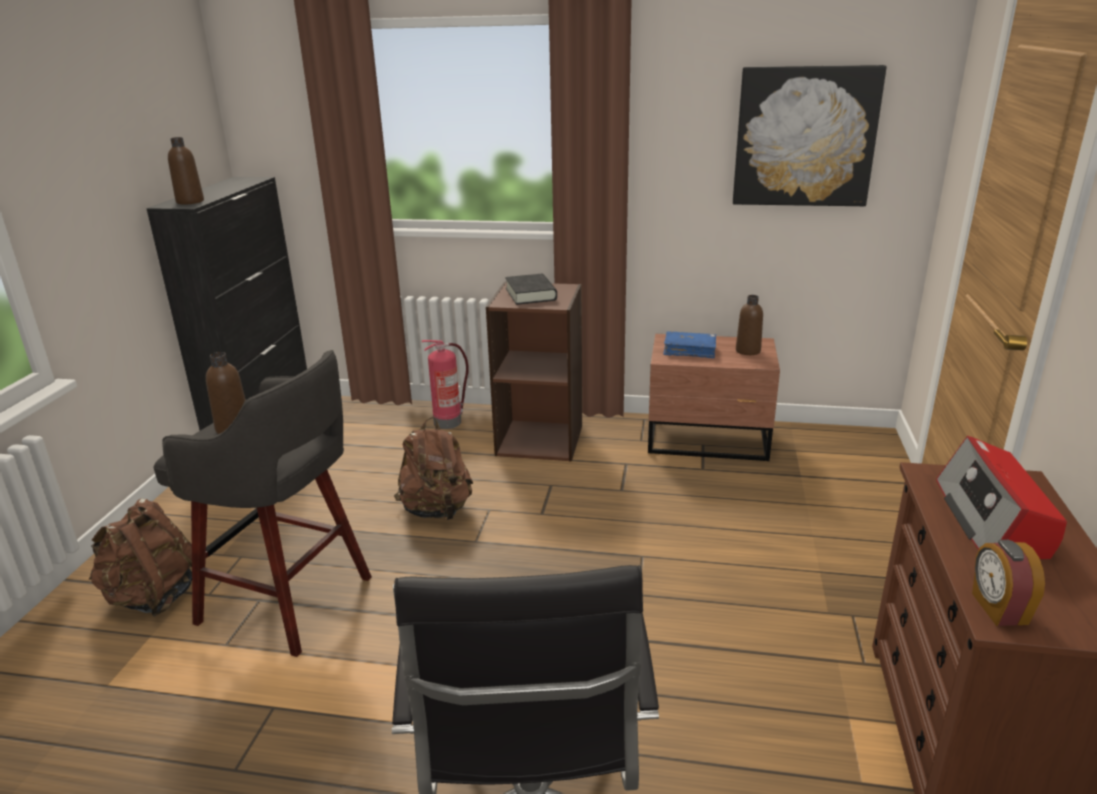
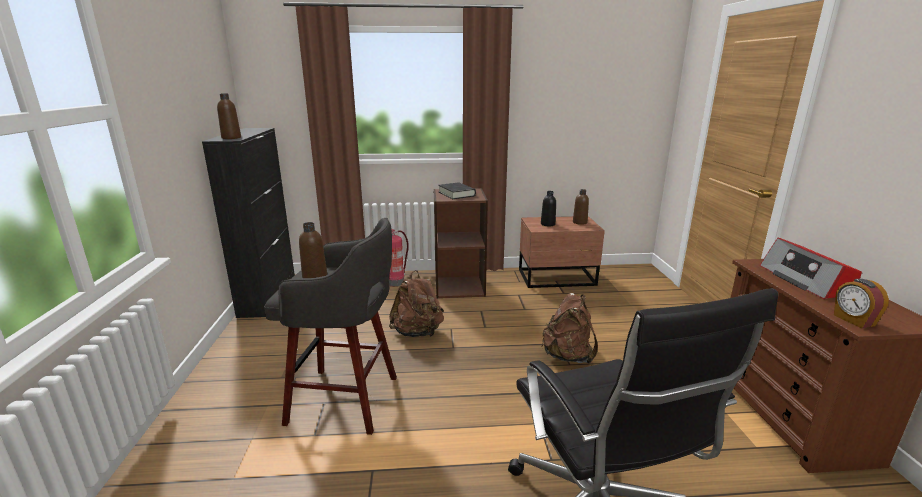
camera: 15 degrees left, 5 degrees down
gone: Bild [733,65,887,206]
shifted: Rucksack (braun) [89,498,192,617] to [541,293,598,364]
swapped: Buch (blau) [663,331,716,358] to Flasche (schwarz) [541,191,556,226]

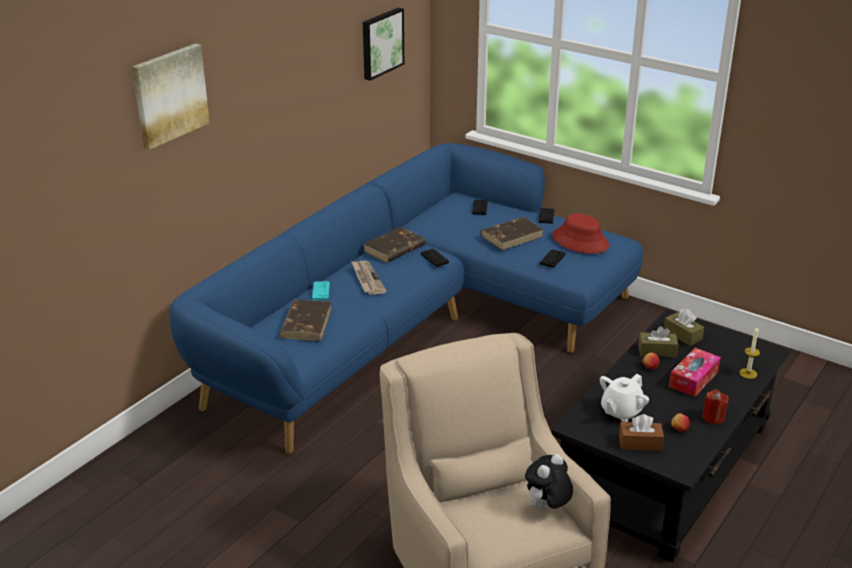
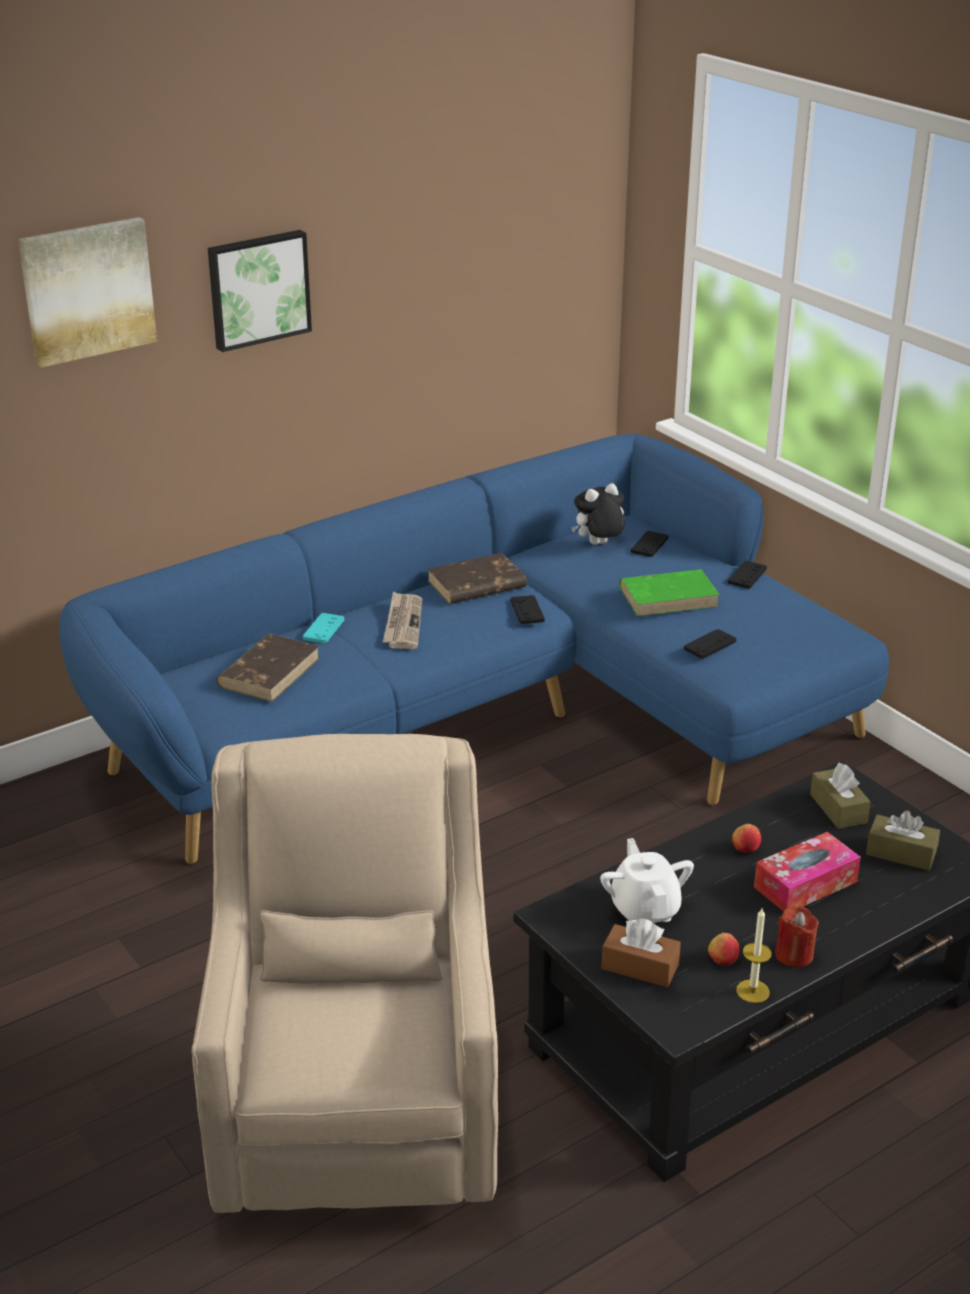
camera: 20 degrees right, 0 degrees up
gone: Hut (rot) [553,214,609,254]
shifted: Bild [363,8,404,81] to [208,230,312,352]; Plüschtier [525,454,573,509] to [571,483,625,545]; Taschentuchbox (braun) [638,326,678,357] to [866,810,940,871]; Kerze [739,327,760,379] to [736,908,772,1003]
repainted: Buch (braun) [481,217,544,250] to Buch (grün) [619,569,720,616]
rotated: Teekanne (weiß) [600,374,649,422] = [600,838,694,923] 105 degrees clockwise

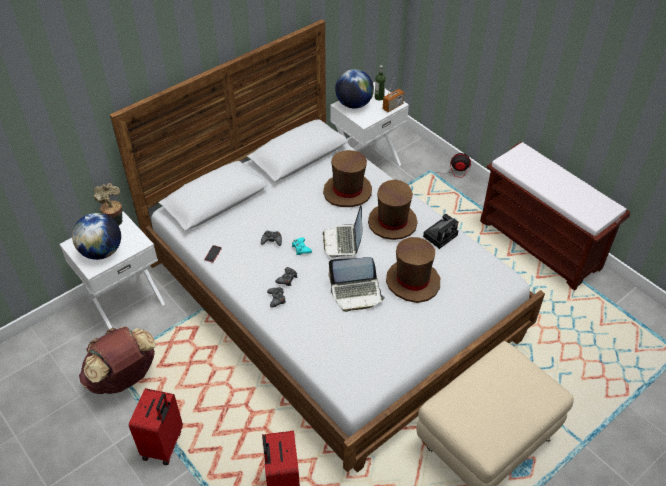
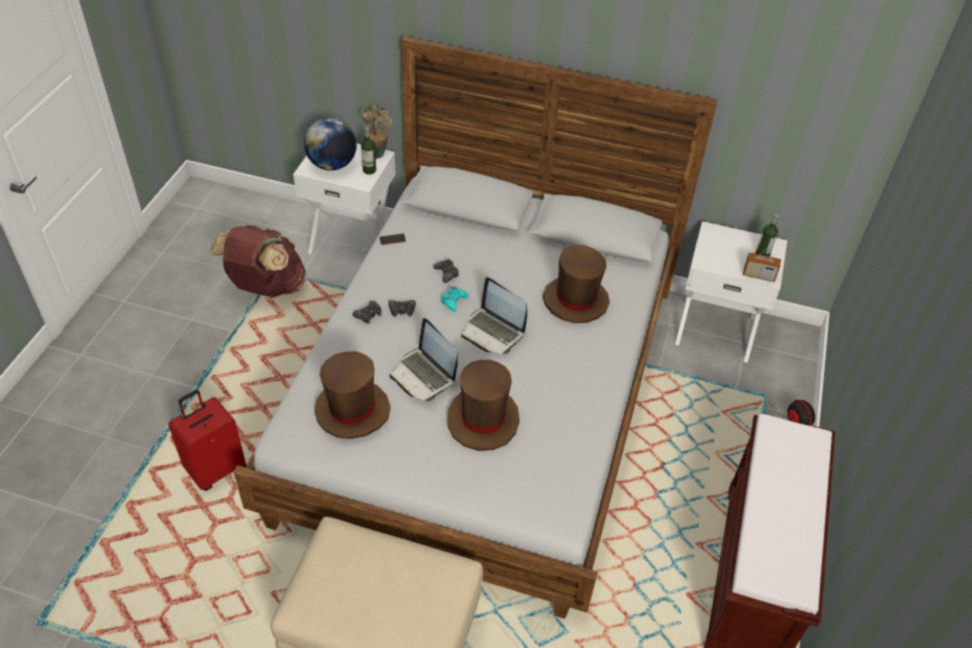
camera: 55 degrees right, 0 degrees up
gone: Koffer (rot) [129,388,183,465]; Globus [335,69,374,109]; Kamera [423,214,458,249]
new: Flasche [361,127,376,175]
shifted: Hut (braun) [368,179,418,240] to [314,351,391,439]
rotated: Laptop [323,205,363,258] = [461,277,527,354] 105 degrees counterclockwise

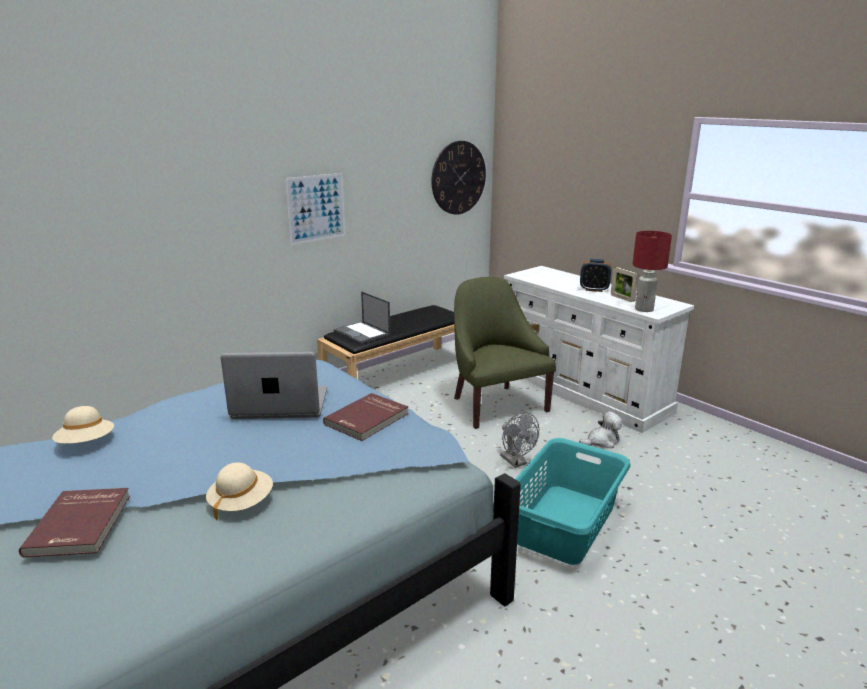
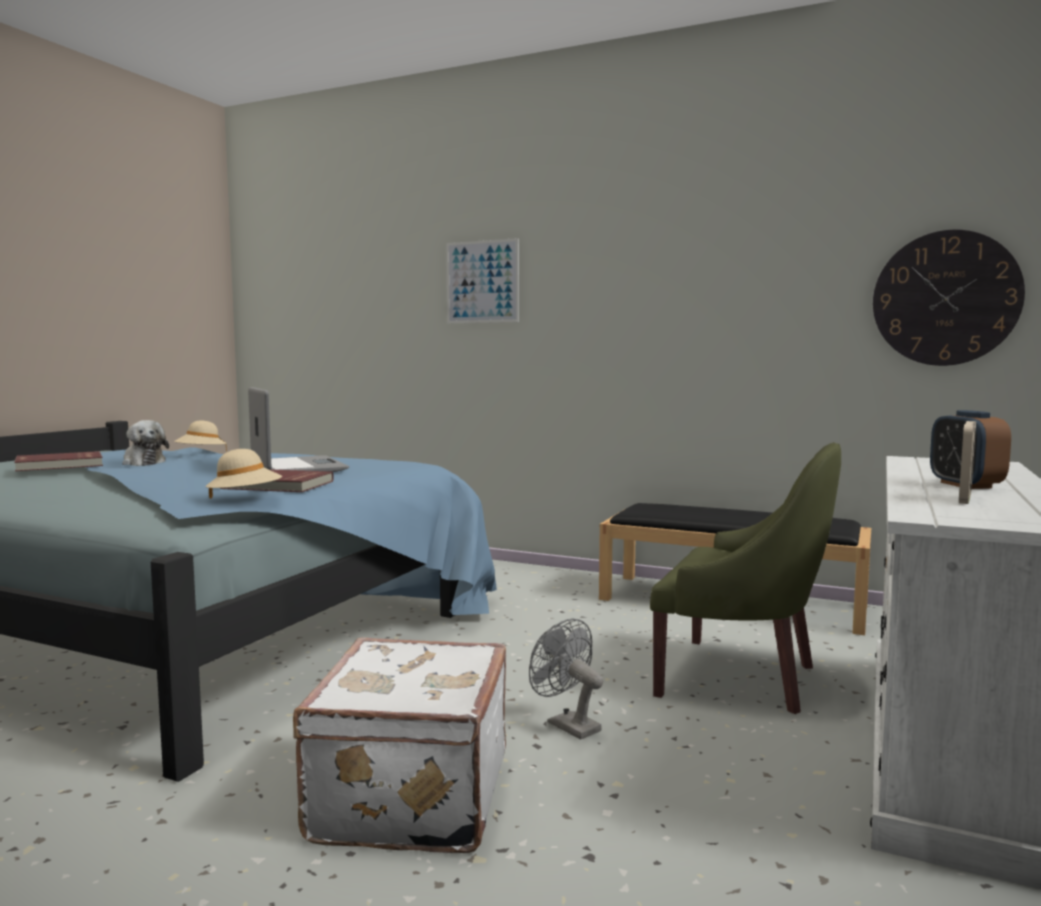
camera: 65 degrees right, 15 degrees down
gone: Laptop [334,291,391,344]; Tischlampe (rot) [632,231,672,312]
shifted: Hut (beige) [206,462,273,520] to [206,449,282,499]; Bild [285,173,346,245] to [446,238,519,324]; Plüschtier [579,411,622,448] to [122,420,169,466]
swapped: Wäschekorb (türkis) [516,438,630,565] to Koffer (weiß) [293,638,506,853]
rotated: Sessel (grün) [454,277,556,429] = [650,442,841,714] 75 degrees clockwise; Ventilator (grau) [500,412,539,468] = [529,618,603,740] 105 degrees clockwise

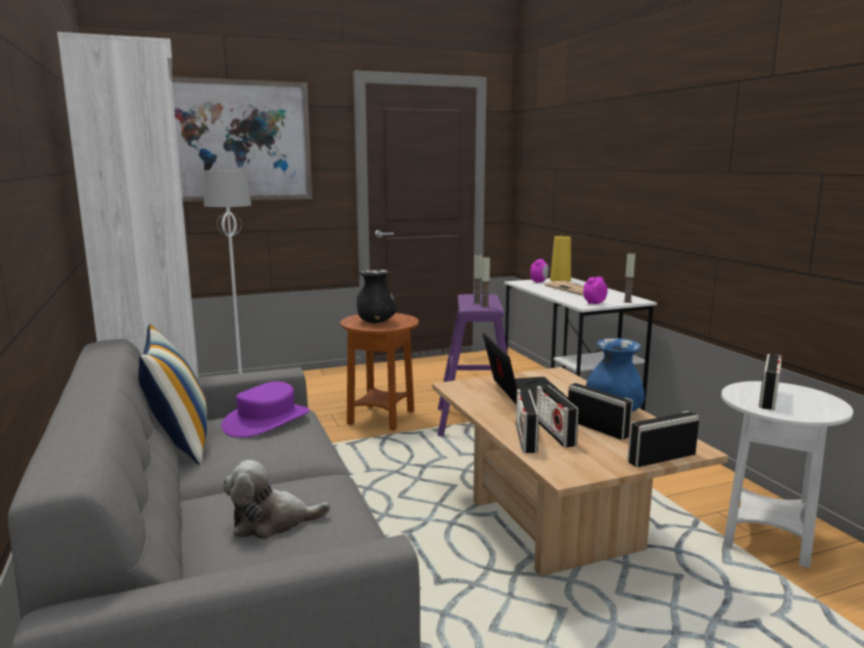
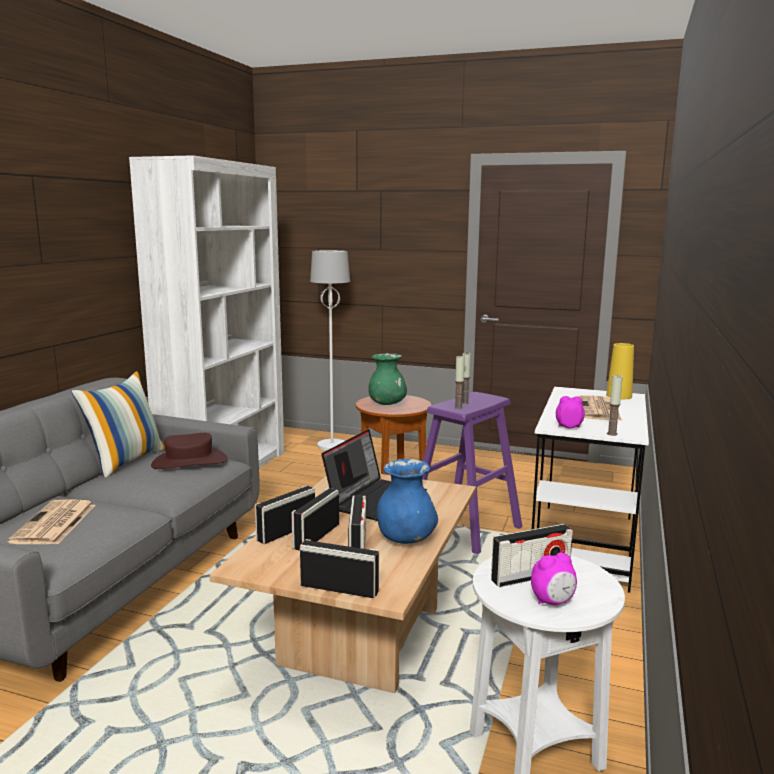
camera: 40 degrees right, 0 degrees up
gone: Bild [172,77,312,202]
shifted: Wecker [530,259,549,283] to [531,553,577,605]
swapped: Plüschtier [223,460,330,539] to Zeitung [7,499,95,544]
repainted: Hut (lila) [221,381,310,438] to Hut (braun) [151,433,228,469]; Vase (schwarz) [357,269,397,323] to Vase (grün) [368,353,407,405]

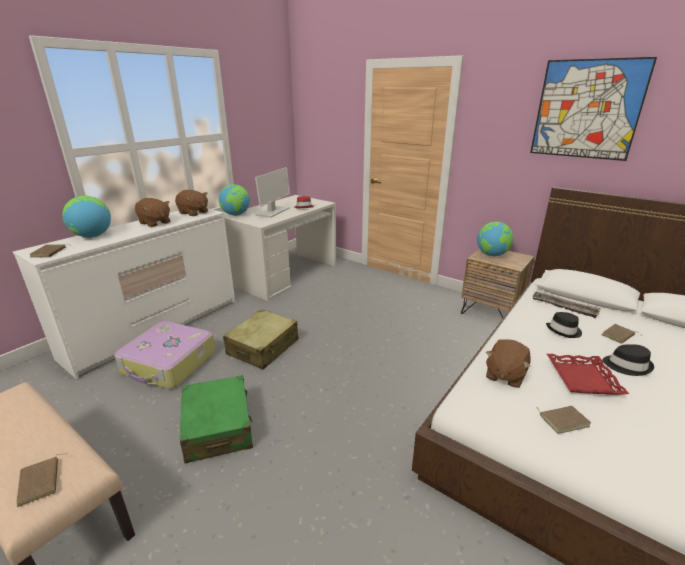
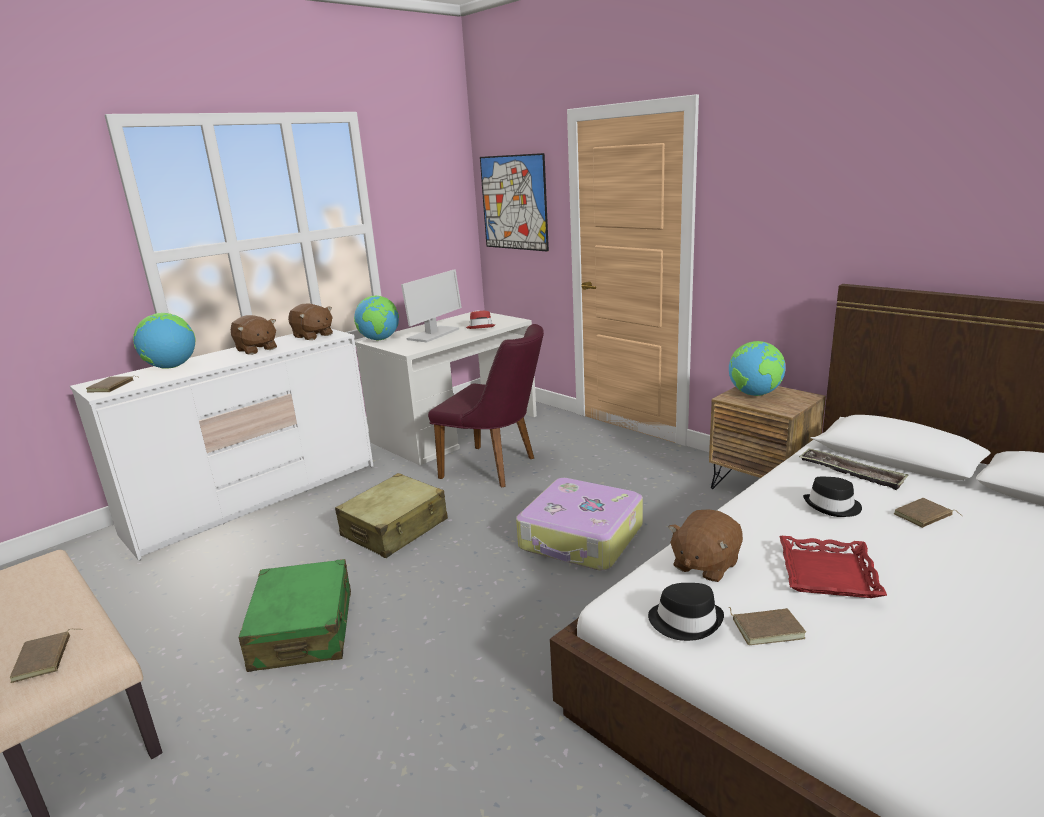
camera: 10 degrees right, 5 degrees down
new: Stuhl (lila) [428,324,544,488]
shifted: Koffer [114,321,215,389] to [516,478,643,571]; Bild [530,57,657,161] to [480,153,549,252]; Hut (schwarz) [603,344,654,376] to [648,583,724,641]

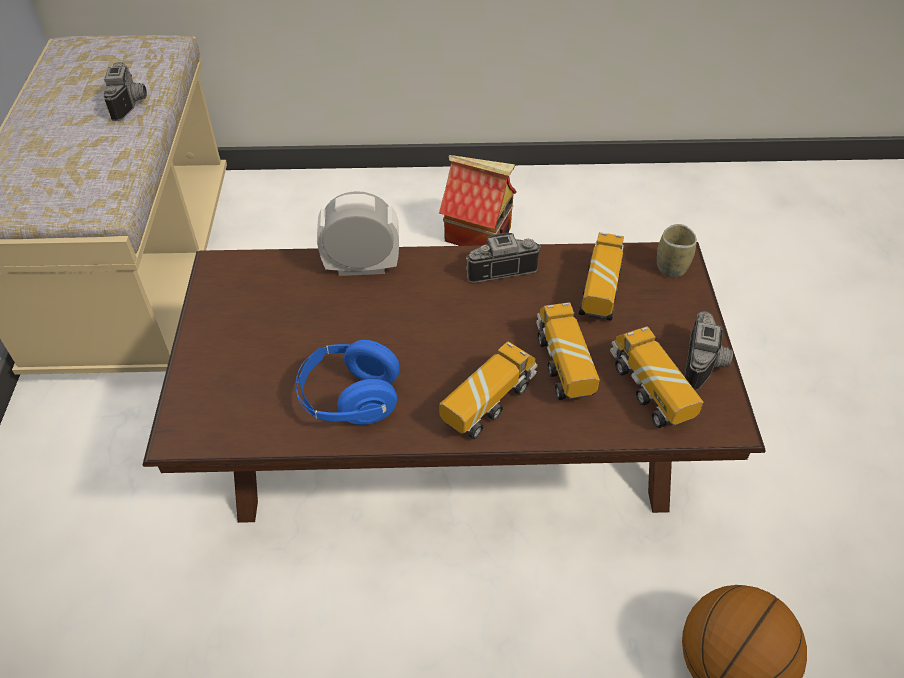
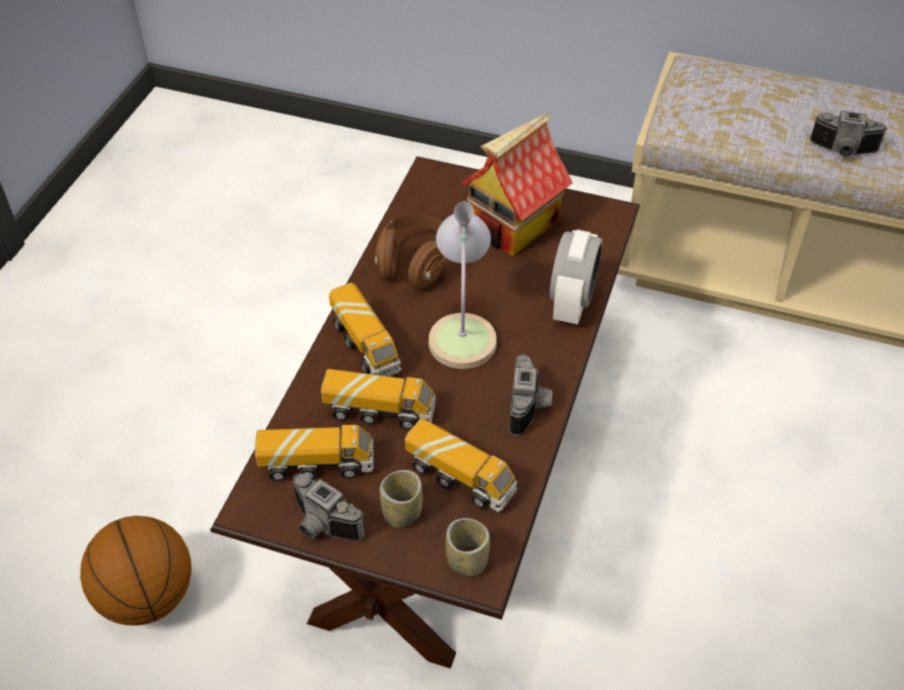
camera: 110 degrees right, 0 degrees up
new: Tasse [380,470,423,528]; Tischlampe [428,202,497,369]
shifted: Spielzeughaus [439,155,517,246] to [461,113,573,256]
repainted: Kopfhörer (blau) [296,340,400,425] to Kopfhörer (braun) [375,215,449,288]

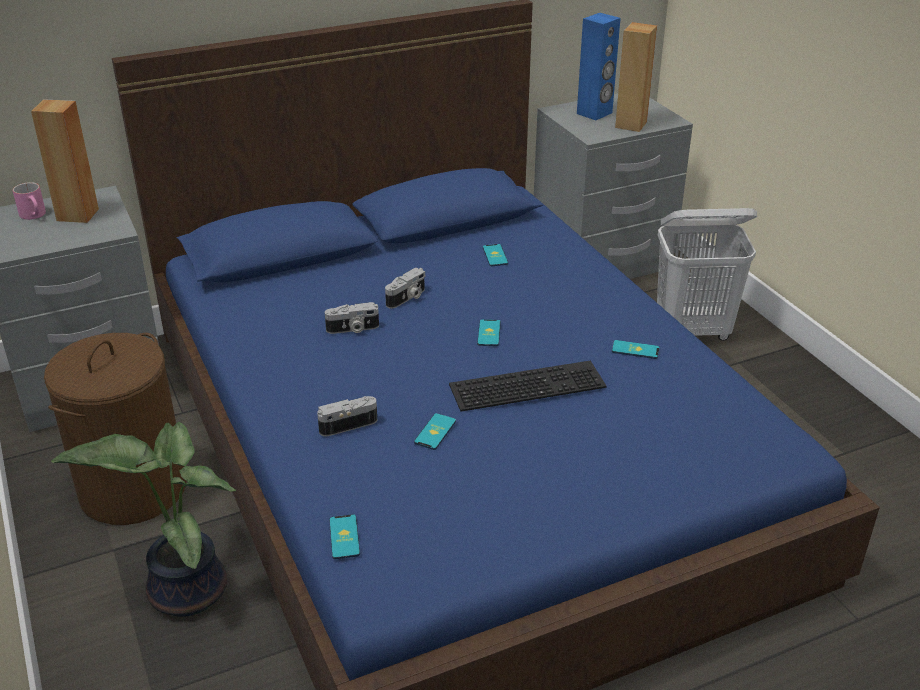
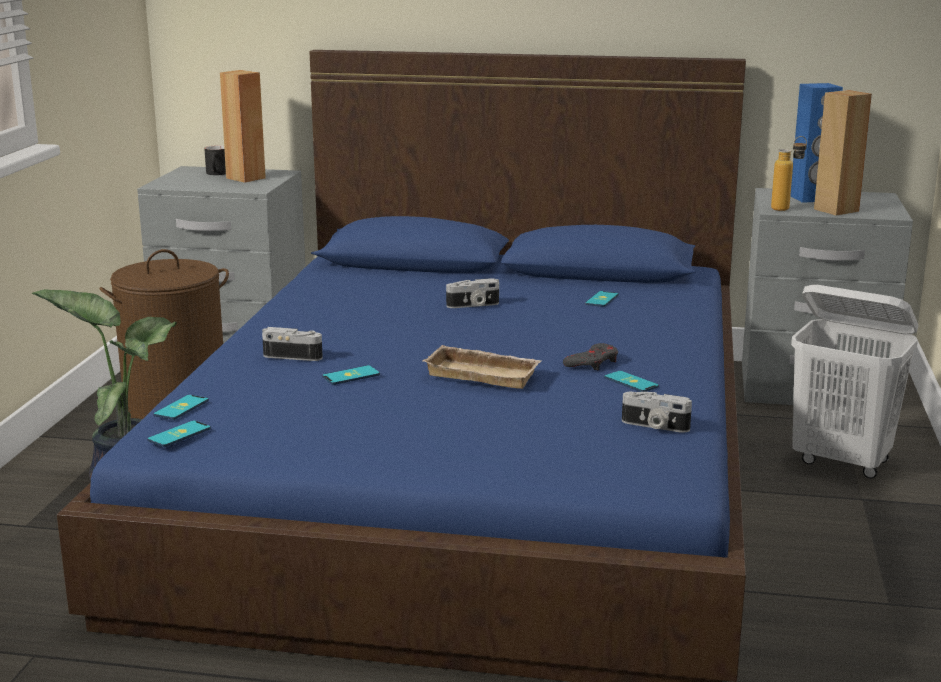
camera: 35 degrees right, 15 degrees down
new: Gamepad (grau) [563,343,618,370]; Flasche [771,136,807,211]
shifted: Kamera [325,302,379,334] to [622,392,692,433]; Handy [477,319,501,346] to [147,420,211,447]
swapped: Tastatur [449,360,607,412] to Tablett (beige) [423,345,542,389]
repainted: Henkelbecher (rosa) [13,182,46,220] to Henkelbecher (schwarz) [204,145,226,175]

